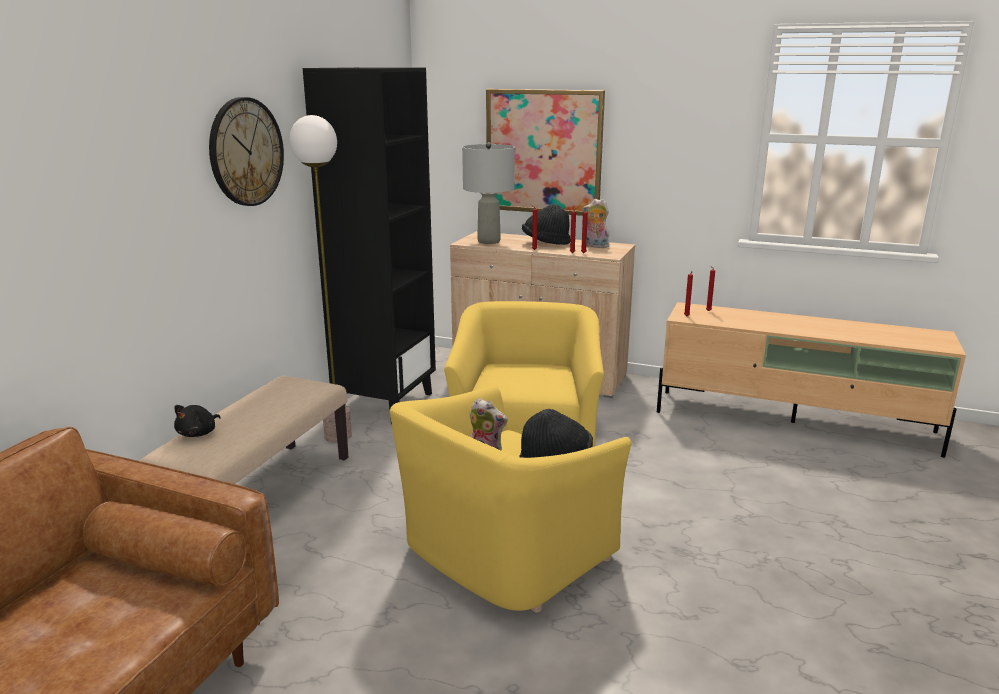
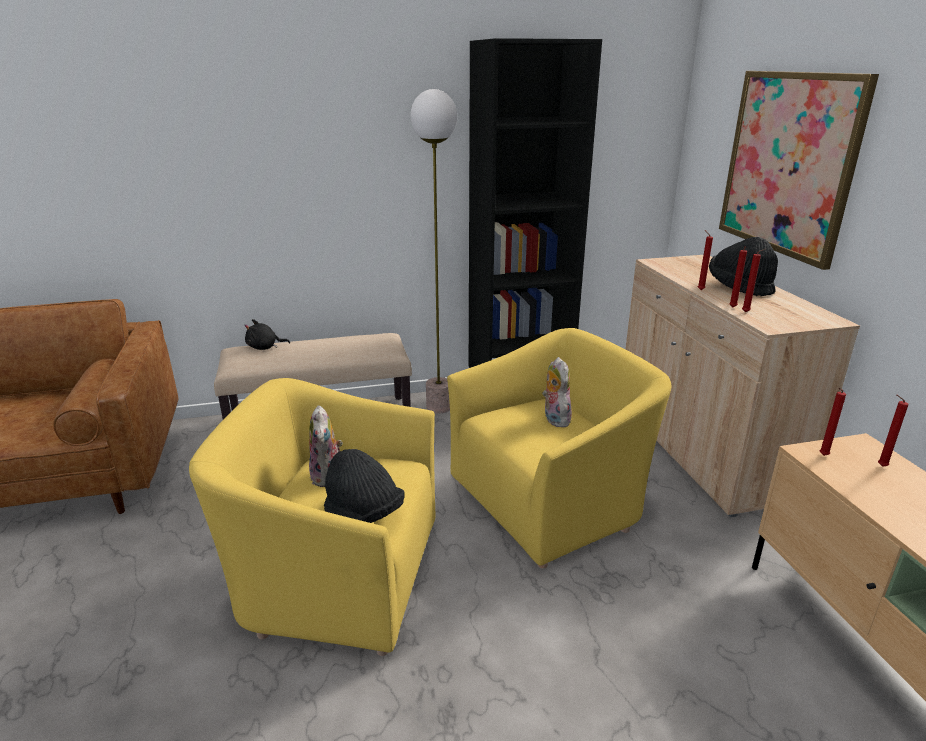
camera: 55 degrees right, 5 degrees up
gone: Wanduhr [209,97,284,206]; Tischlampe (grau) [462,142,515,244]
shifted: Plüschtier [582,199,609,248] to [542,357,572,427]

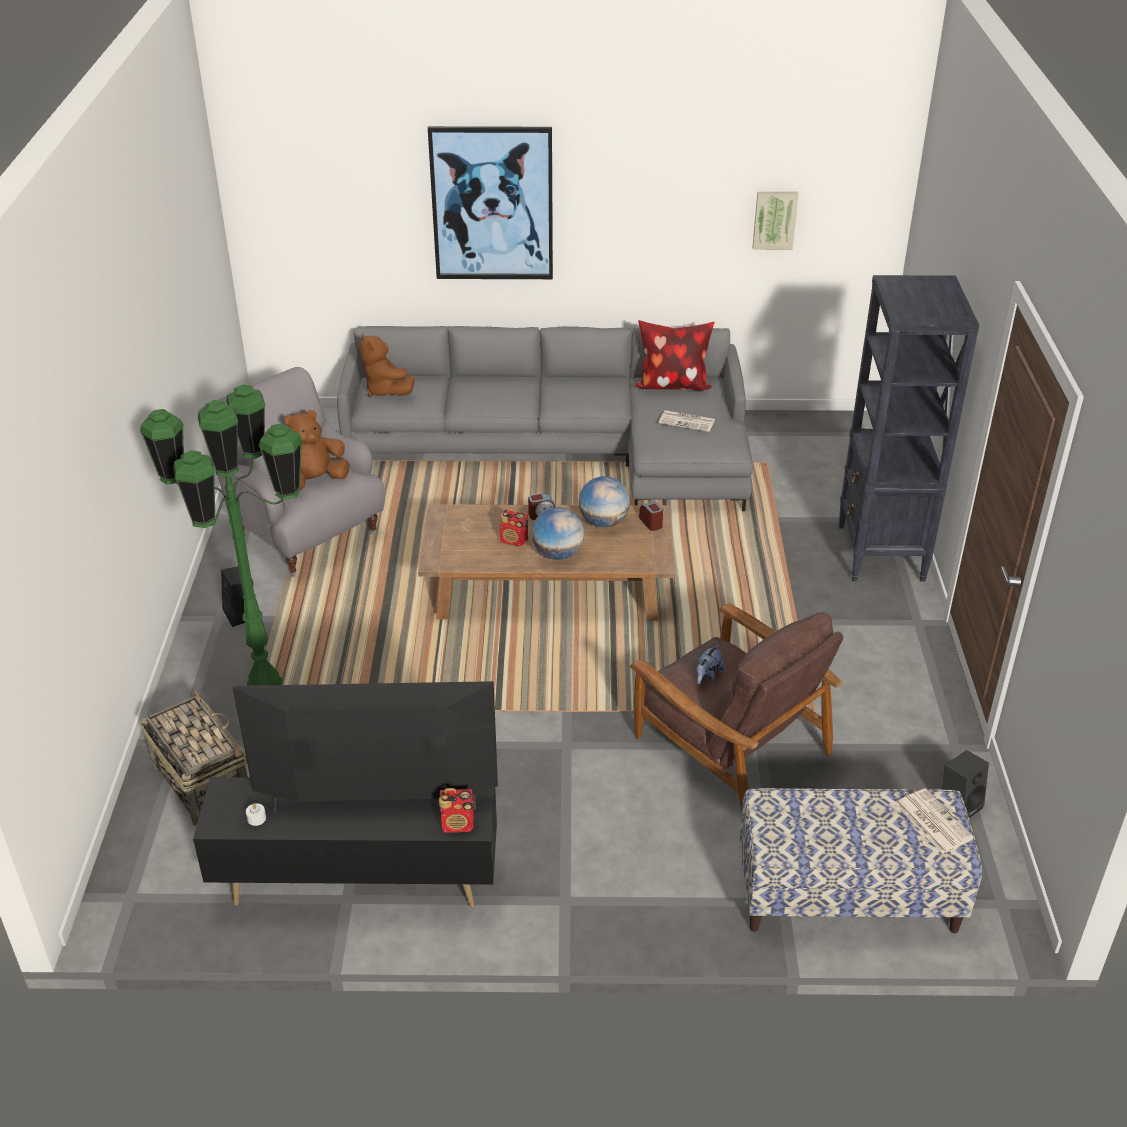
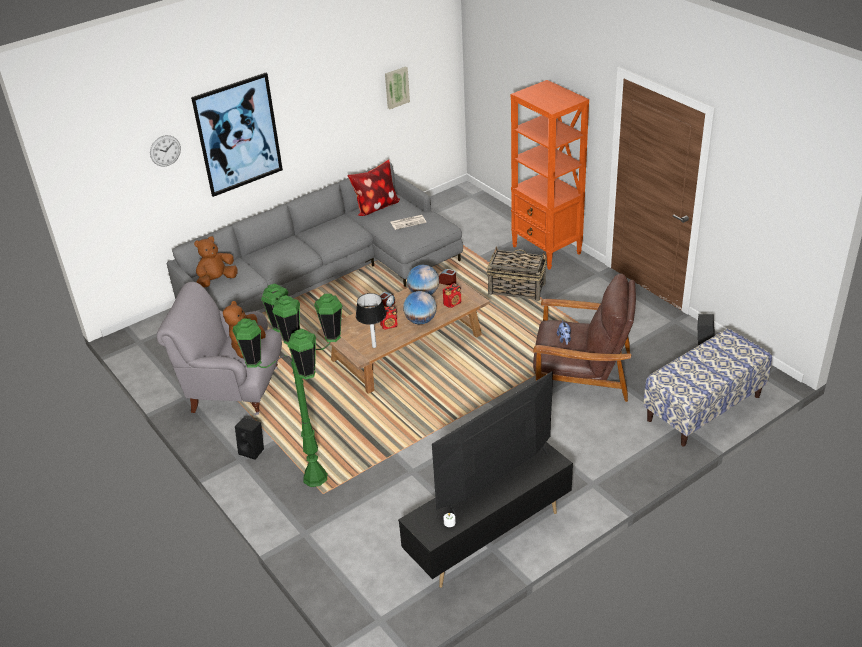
camera: 35 degrees left, 0 degrees up
gone: Zeitung [896,789,974,854]
new: Wanduhr [150,135,181,167]; Tischlampe [356,293,386,348]
shifted: Korb [141,689,248,826] to [487,246,547,301]; Radio [439,788,475,833] to [443,283,461,308]
repainted: Bücherregal (schwarz) [838,275,979,582] to Bücherregal (orange) [511,80,589,270]
rotated: Plüschtier (braun) [359,333,415,397] = [194,236,237,288] 120 degrees clockwise

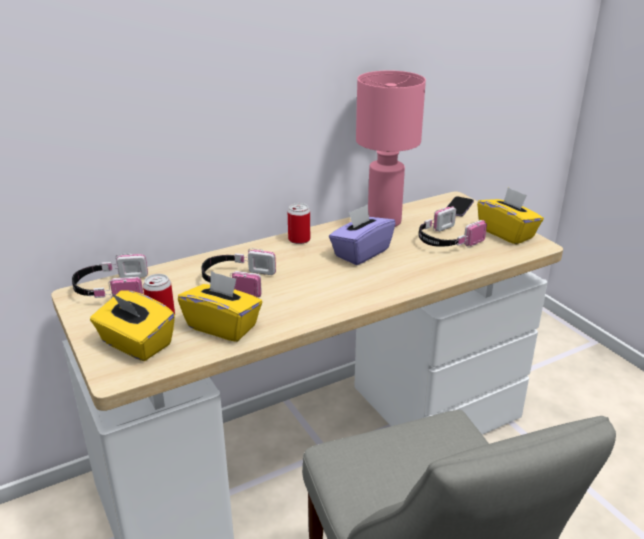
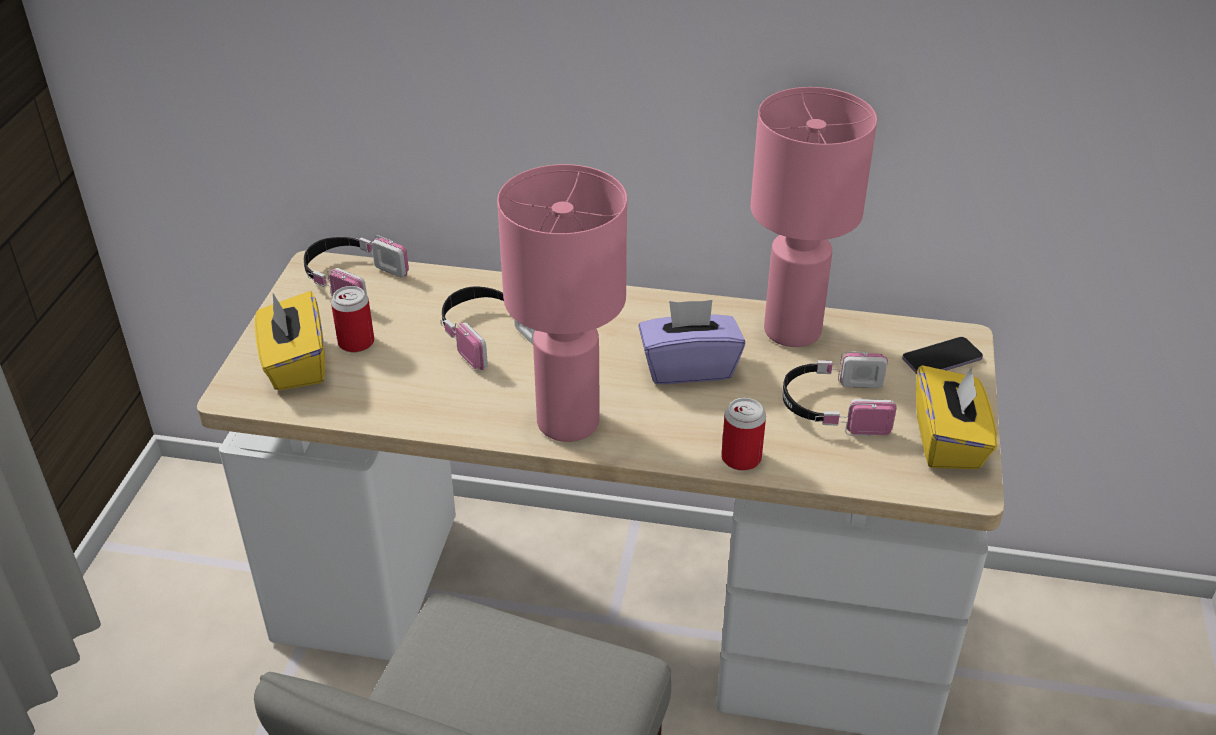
camera: 40 degrees right, 10 degrees up
gone: Taschentuchbox (gelb) [178,271,262,342]
new: Tischlampe (rosa) [497,164,627,442]
shifted: Dose [288,203,310,244] to [721,398,766,471]

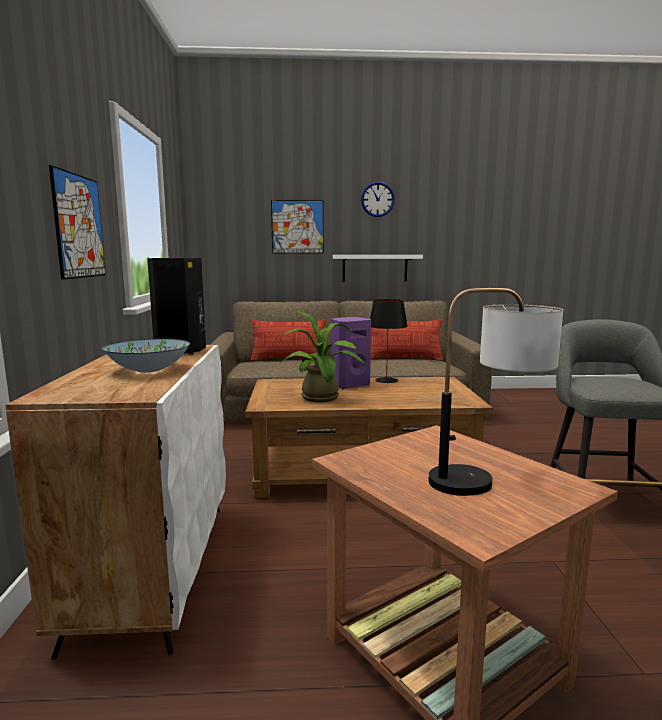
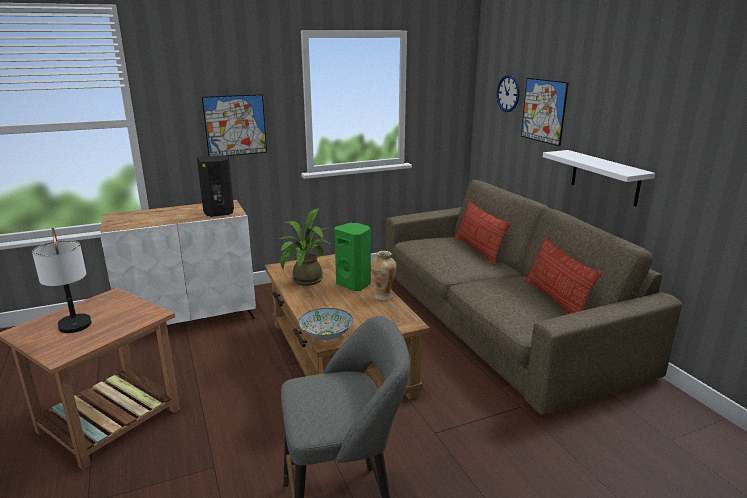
camera: 70 degrees right, 10 degrees up
shifted: Schüssel [102,339,190,372] to [298,308,353,340]; Wanduhr [361,182,395,217] to [497,75,520,112]
swapped: Tischlampe (schwarz) [370,299,408,383] to Vase [371,251,396,300]
repainted: Lautsprecher (lila) [331,317,371,389] to Lautsprecher (grün) [335,223,371,291]

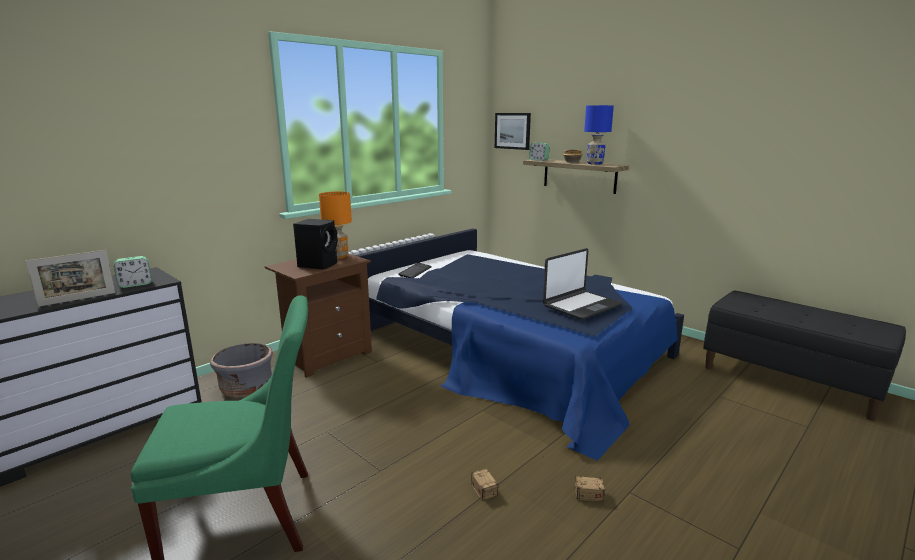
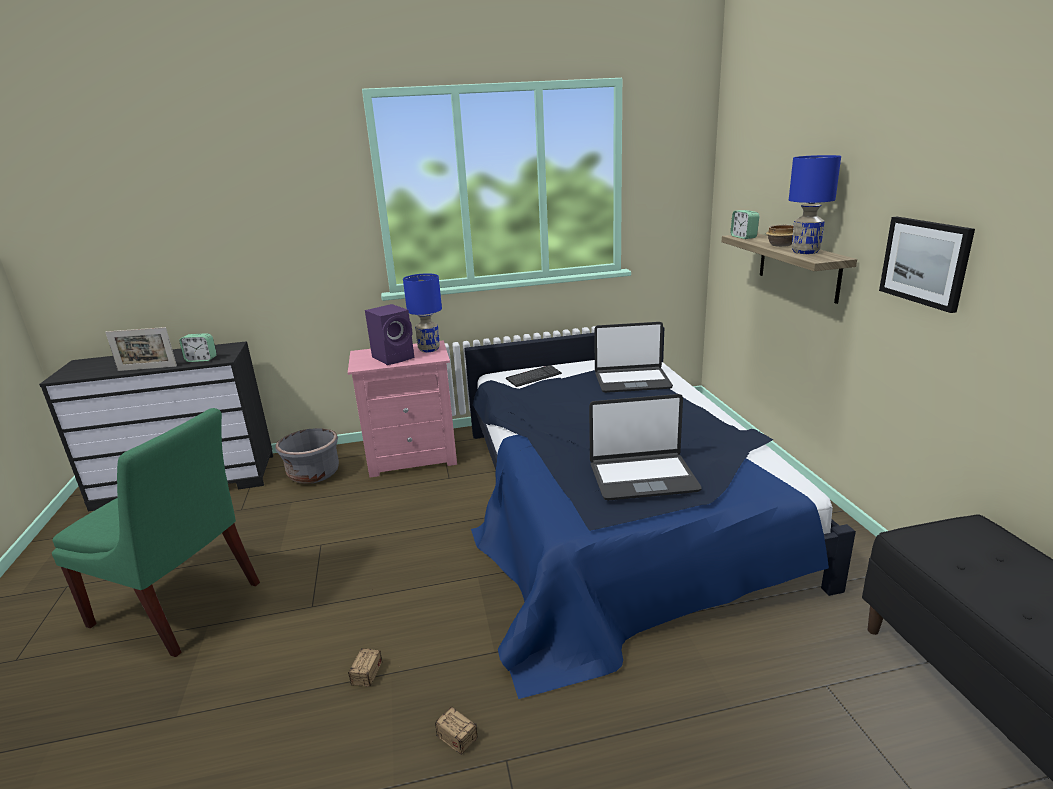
camera: 35 degrees right, 5 degrees up
new: Laptop [594,322,673,393]
shifted: Bild [495,113,531,150] to [879,217,975,313]
repainted: Nachttisch (braun) [264,254,372,378] to Nachttisch (rosa) [348,340,457,478]; Lautsprecher (schwarz) [293,219,338,270] to Lautsprecher (lila) [365,304,414,365]; Tischlampe (orange) [319,192,352,259] to Tischlampe (blau) [403,273,442,353]

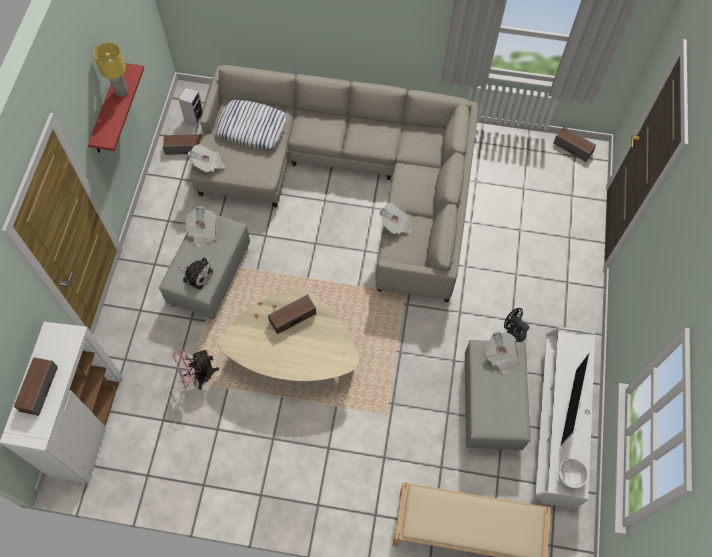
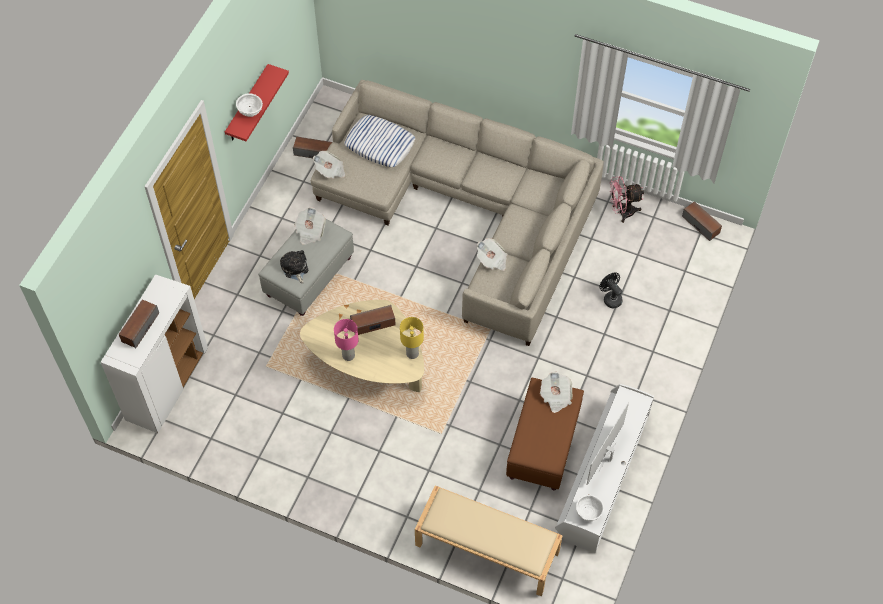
camera: 15 degrees right, 5 degrees down
gone: Lautsprecher [178,87,203,127]
new: Schüssel (weiß) [236,93,263,117]; Tischlampe (rosa) [334,319,359,361]
shifted: Tischlampe (gelb) [94,42,128,97] to [400,317,424,359]; Ventilator (rosa) [172,346,219,390] to [610,176,644,223]; Ventilator (schwarz) [504,308,530,342] to [599,272,623,308]
repainted: Polsterhocker (grau) [465,340,531,450] to Polsterhocker (braun) [506,377,584,490]
rotated: Plüschtier [178,258,213,289] = [280,250,308,284] 150 degrees counterclockwise

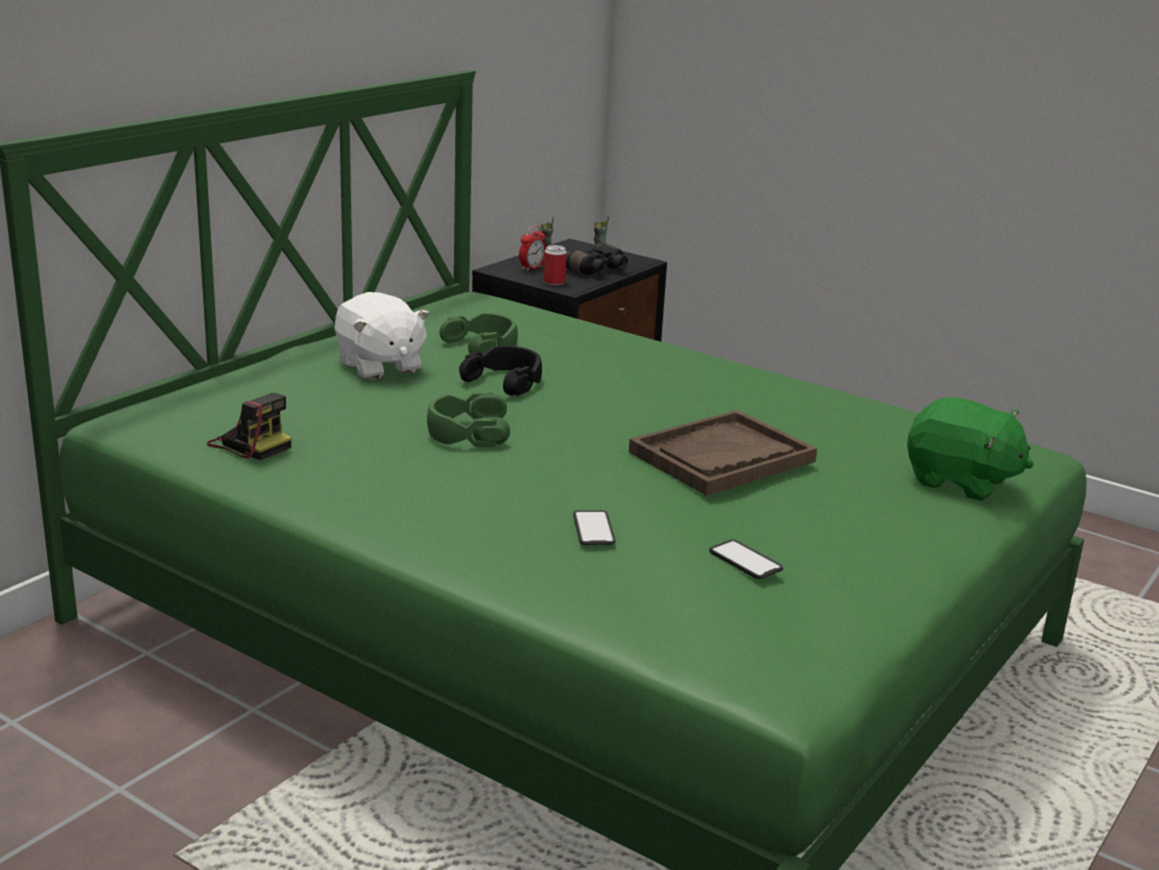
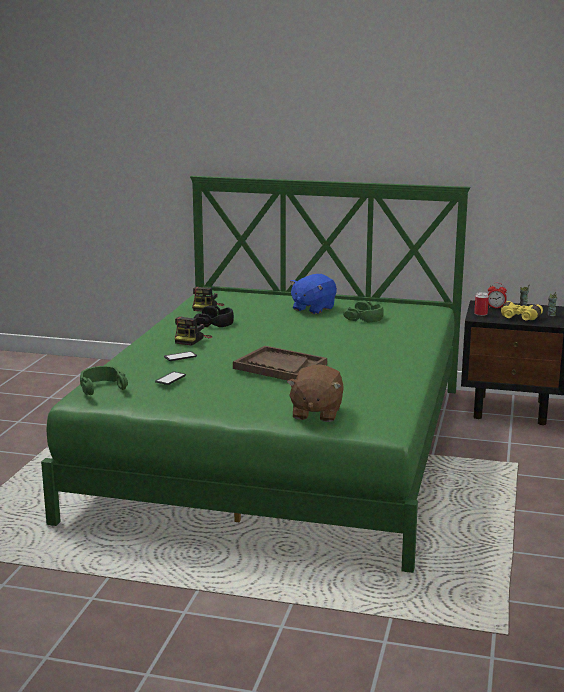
camera: 70 degrees right, 5 degrees down
new: Kamera [175,317,212,345]
shifted: Kopfhörer (grün) [427,392,510,447] to [80,366,128,395]; Kopfhörer (schwarz) [459,346,542,396] to [194,305,234,327]
repainted: Plüschtier (weiß) [334,292,430,380] to Plüschtier (blau) [290,274,337,314]; Fernglas (schwarz) [566,242,628,275] to Fernglas (gelb) [501,301,543,320]; Plüschtier (grün) [907,397,1033,501] to Plüschtier (braun) [287,364,344,422]

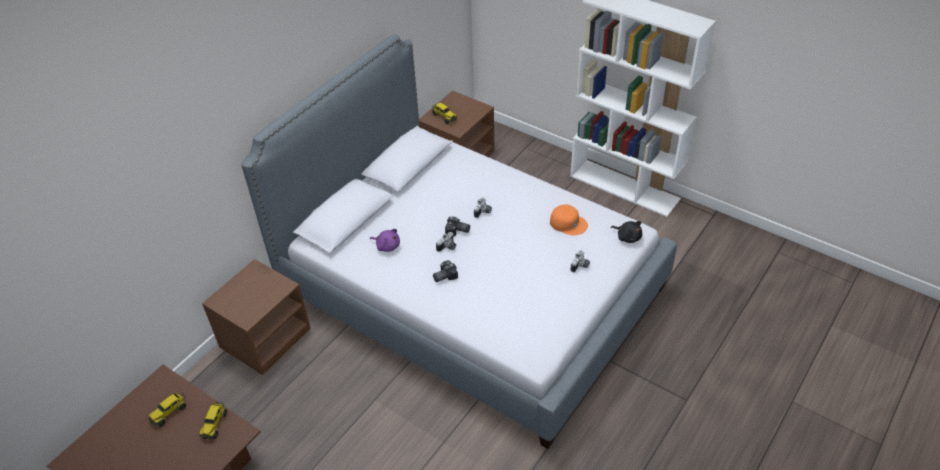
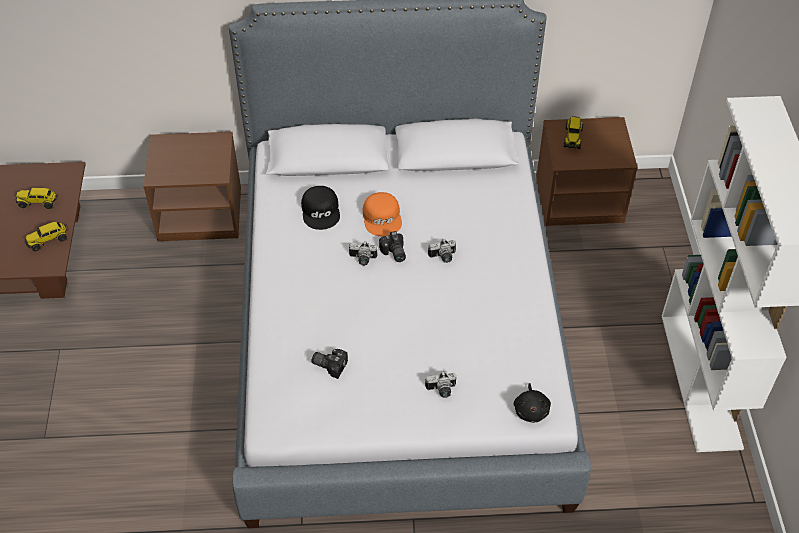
camera: 50 degrees right, 5 degrees up
shifted: Kamera [433,260,458,282] to [311,349,348,379]; Kappe (orange) [550,204,588,235] to [363,192,402,237]
swapped: Plüschtier (lila) [370,229,400,252] to Kappe (schwarz) [301,186,340,230]

